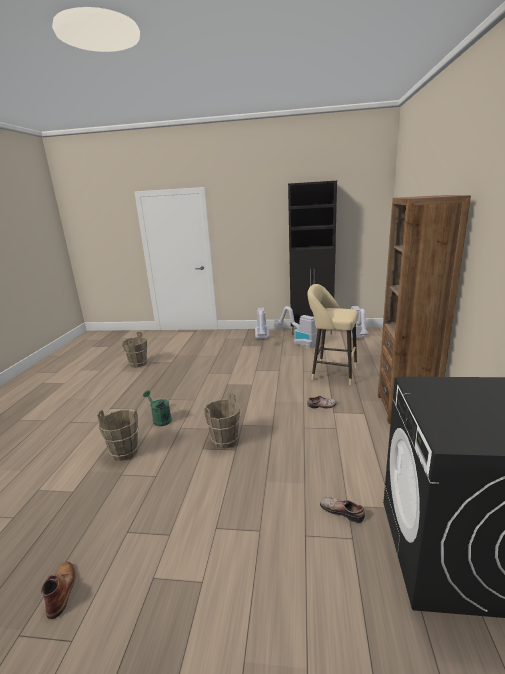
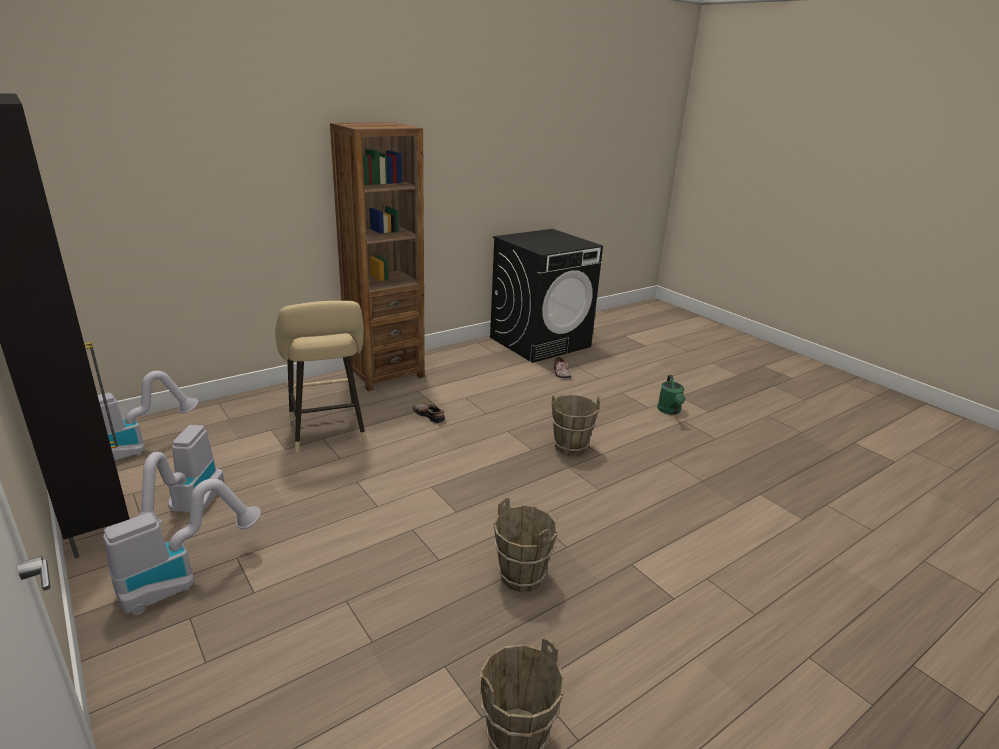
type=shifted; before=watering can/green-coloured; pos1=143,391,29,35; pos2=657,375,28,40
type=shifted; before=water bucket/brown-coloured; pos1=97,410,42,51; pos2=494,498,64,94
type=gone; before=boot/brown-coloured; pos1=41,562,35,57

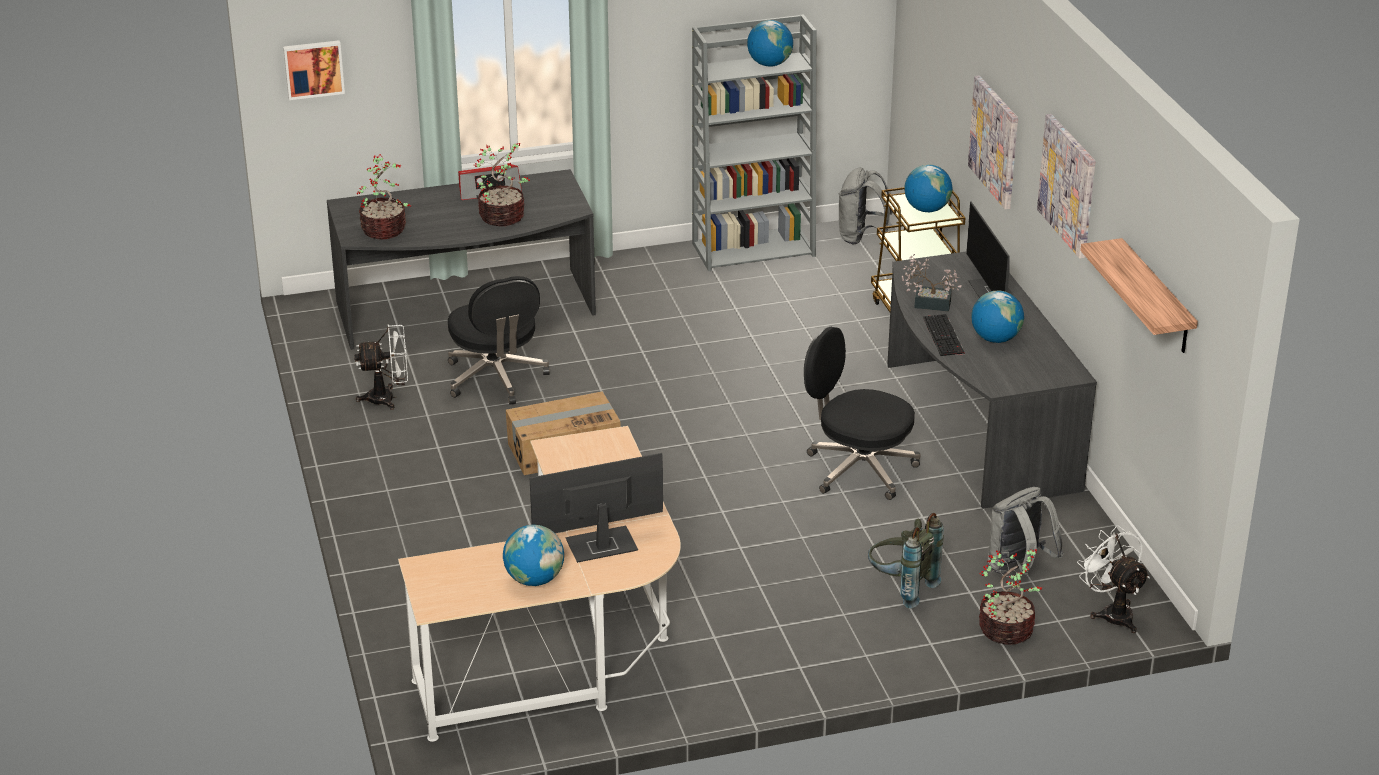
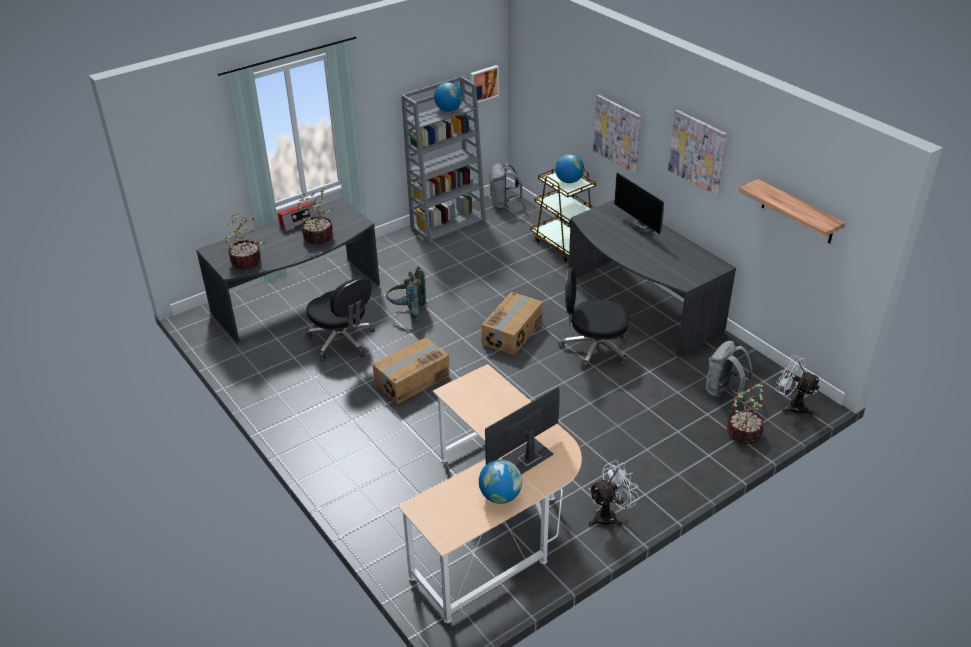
type=shifted; before=wall picture; pos1=283,40,62,60; pos2=470,65,29,39
type=gone; before=houseplant; pos1=902,254,60,58
type=gone; before=desk globe; pos1=971,290,53,53
type=gone; before=PC keyboard; pos1=923,314,42,42
type=shifted; before=electric fan/white-coloured; pos1=354,324,54,86; pos2=589,460,51,66
type=shifted; before=knapsack/greyish; pos1=868,513,76,95; pos2=386,267,41,54
type=new; after=carton; pos2=481,292,62,64

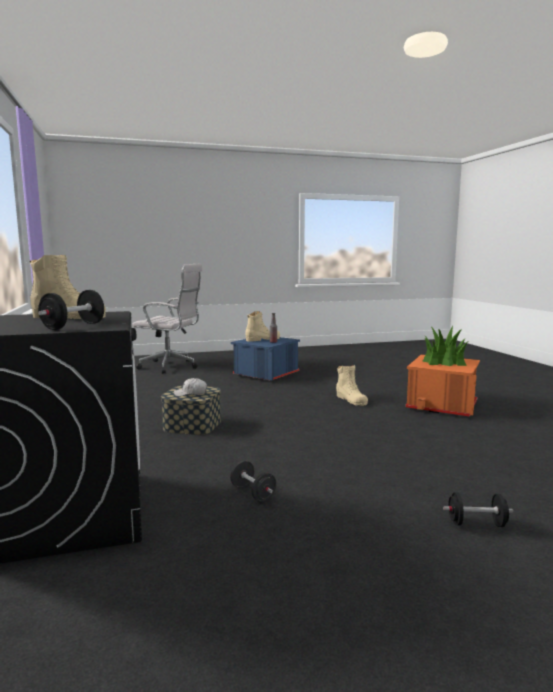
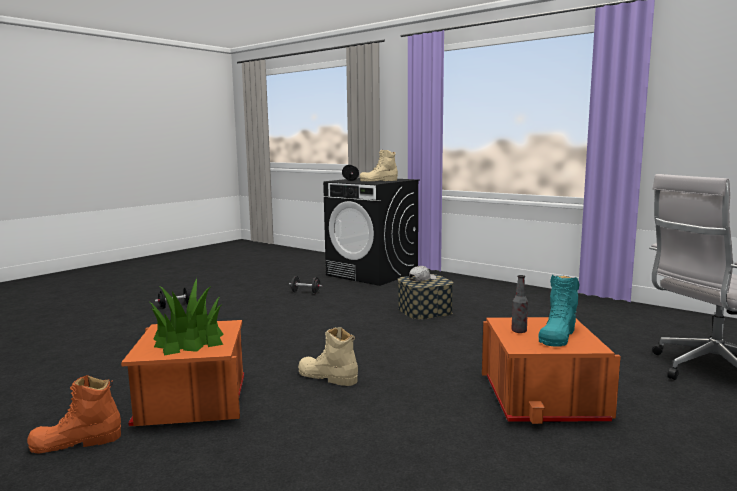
type=repainted; before=boot/beige; after=boot/turquoise; pos1=245,311,35,31; pos2=538,275,41,72
type=repainted; before=storage bin/blue; after=storage bin/orangey; pos1=231,337,69,44; pos2=482,317,139,107
type=new; after=boot/orangey; pos2=27,375,94,79

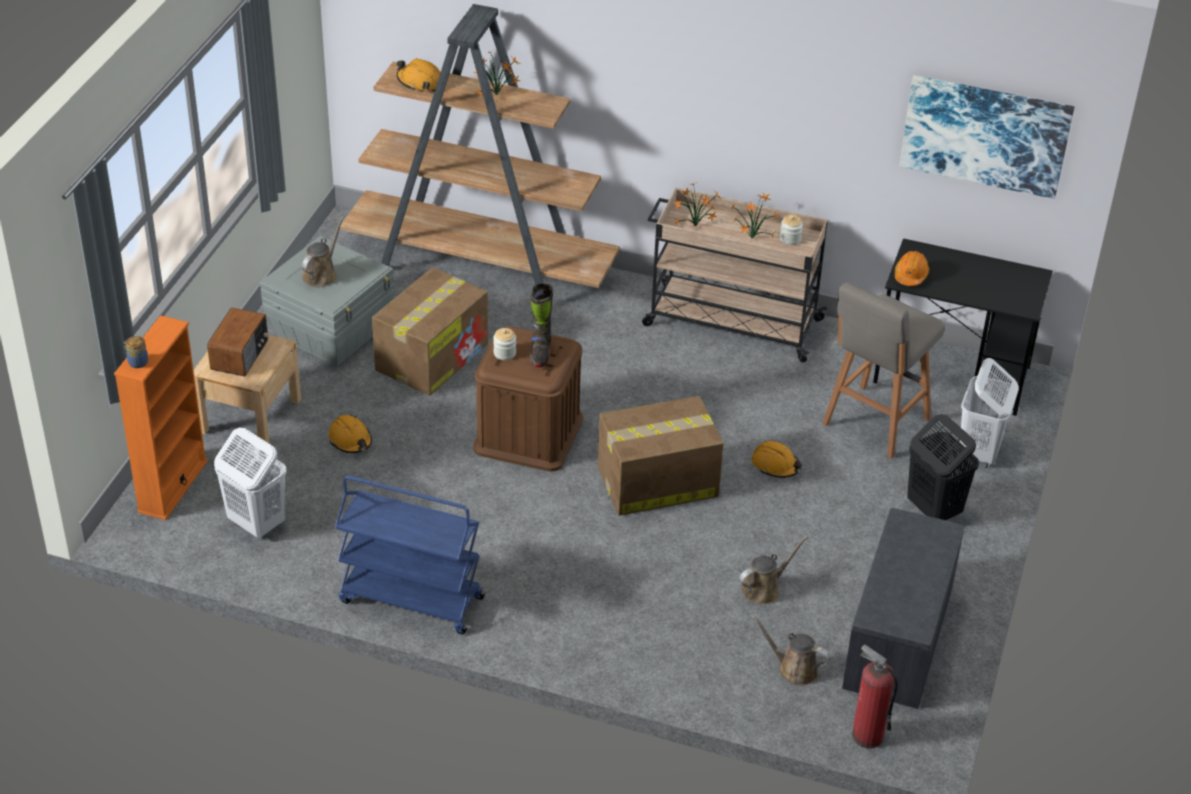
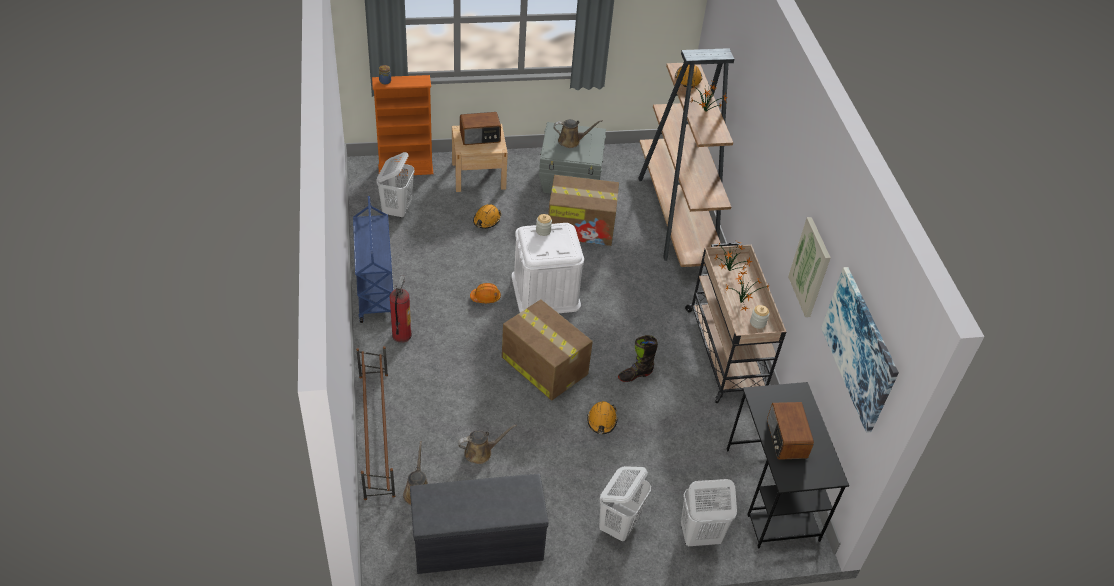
type=shifted; before=work helmet/orangey; pos1=895,251,34,35; pos2=470,283,31,20
type=shifted; before=boot/black-coloured; pos1=529,283,24,84; pos2=618,335,40,47
type=gone; before=stool seat/greyish; pos1=822,283,123,176
type=repainted; before=storage bin/brown-coloured; after=storage bin/white-coloured; pos1=473,326,110,145; pos2=512,223,72,90
type=repainted; before=washing basket/black-coloured; after=washing basket/white-coloured; pos1=907,414,72,106; pos2=599,466,52,75
type=rotated; before=watering can/brown-coloured; pos1=739,536,69,68; pos2=458,424,59,40; turn=-45
type=shifted; before=extinguisher; pos1=852,644,46,105; pos2=390,275,22,68
type=new; after=wall picture; pos2=788,217,43,100
type=new; after=shoe rack/brown-coloured; pos2=356,346,39,154
type=new; after=radio receiver; pos2=767,402,47,58

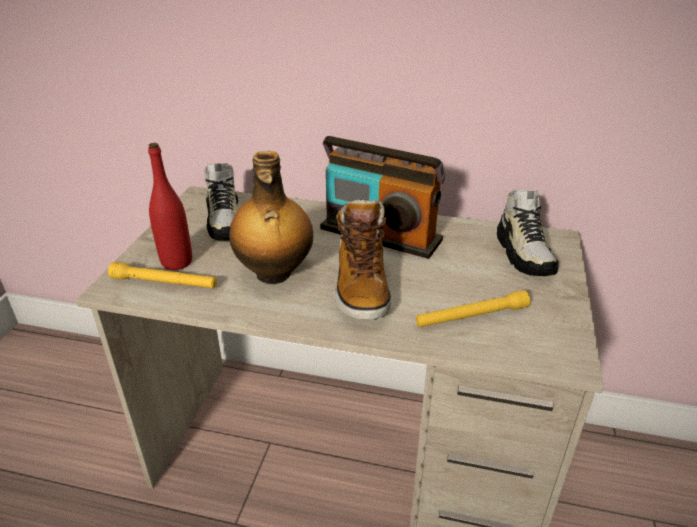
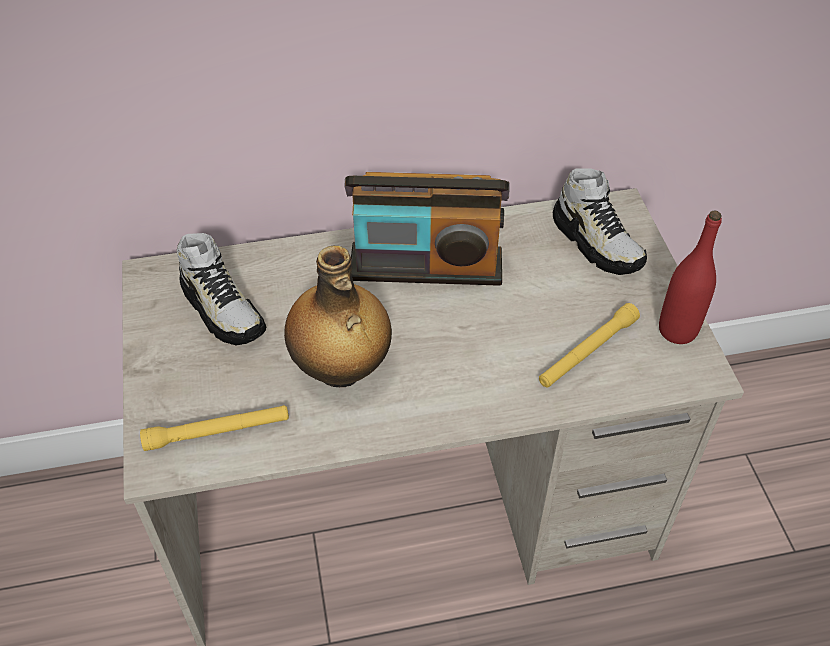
type=shifted; before=beverage bottle/red-coloured; pos1=148,143,44,127; pos2=659,211,63,133
type=gone; before=boot; pos1=335,199,56,121

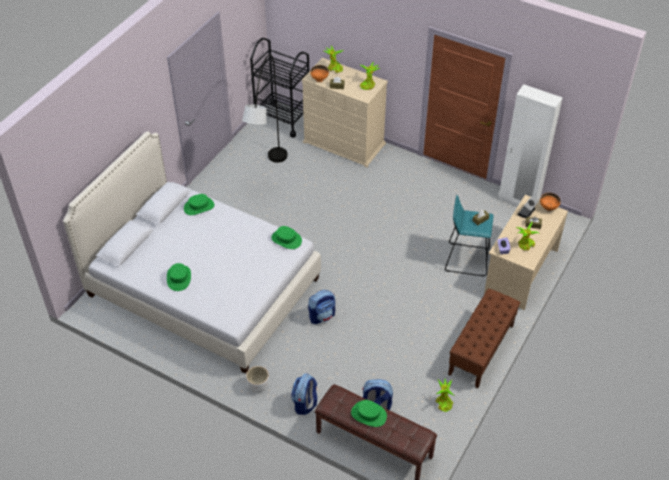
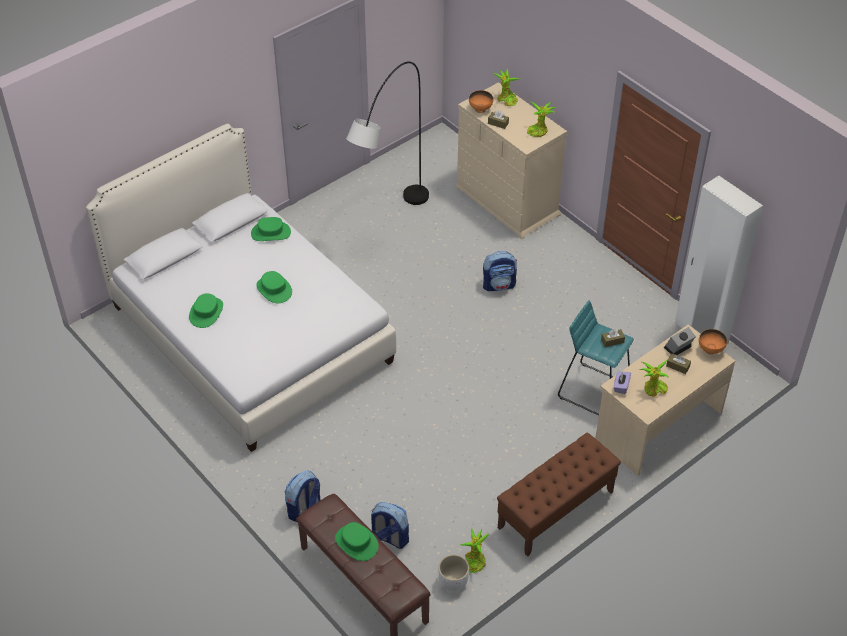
type=gone; before=trolley/black-coloured; pos1=250,38,59,100
type=shifted; before=clothing hat/green-coloured; pos1=271,226,31,23; pos2=256,271,36,32
type=shifted; before=knapsack; pos1=308,290,27,34; pos2=483,251,34,40
type=shifted; before=planter/white-coloured; pos1=246,366,23,27; pos2=438,555,31,36

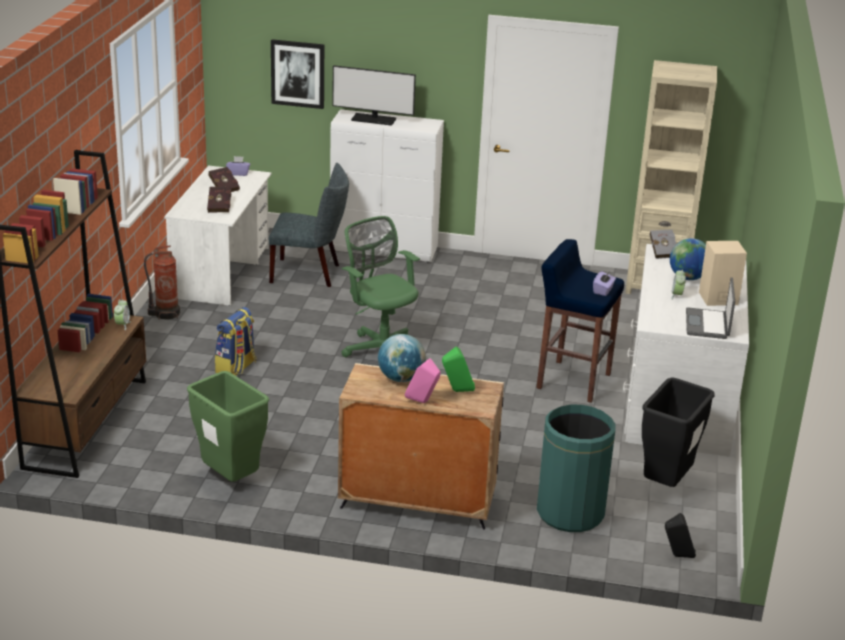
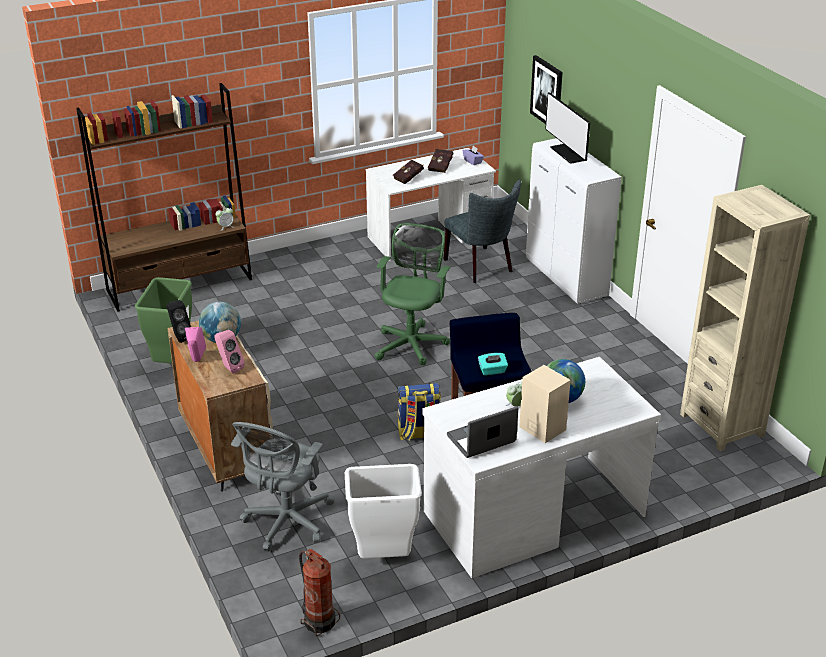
type=gone; before=volume/greyish; pos1=649,229,27,30
type=shifted; before=extinguisher; pos1=144,246,36,73; pos2=299,549,41,87
type=repainted; before=tissue box/purplish; after=tissue box/turquoise; pos1=593,271,23,25; pos2=478,353,30,22
type=shifted; before=knapsack; pos1=215,307,42,69; pos2=398,383,43,57
type=repainted; before=speaker/green-coloured; after=speaker/pinkish; pos1=442,347,33,45; pos2=214,330,31,44
type=repainted; before=rubbish bin/black-coloured; after=rubbish bin/white-coloured; pos1=642,377,73,110; pos2=345,464,77,95
type=swapped; before=rubbish bin/green-coloured; after=office chair/greyish; pos1=537,405,79,127; pos2=231,422,103,130
type=shifted; before=speaker/black-coloured; pos1=665,513,31,45; pos2=167,300,24,43

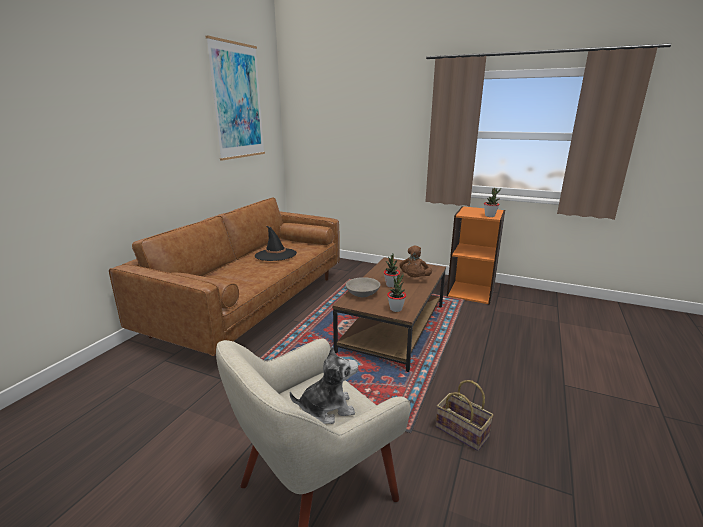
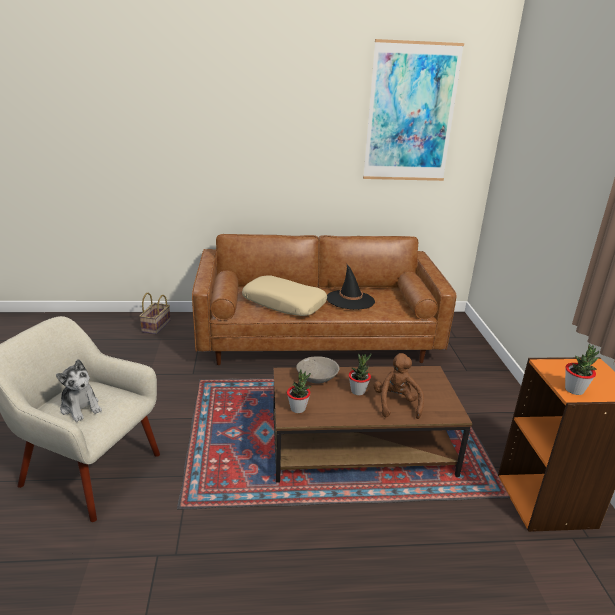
type=rotated; before=plush toy/brown-coloured; pos1=399,246,33,31; pos2=373,353,51,66; turn=105
type=shifted; before=household basket; pos1=436,380,58,71; pos2=139,293,32,41
type=new; after=pillow/beige; pos2=242,275,85,41

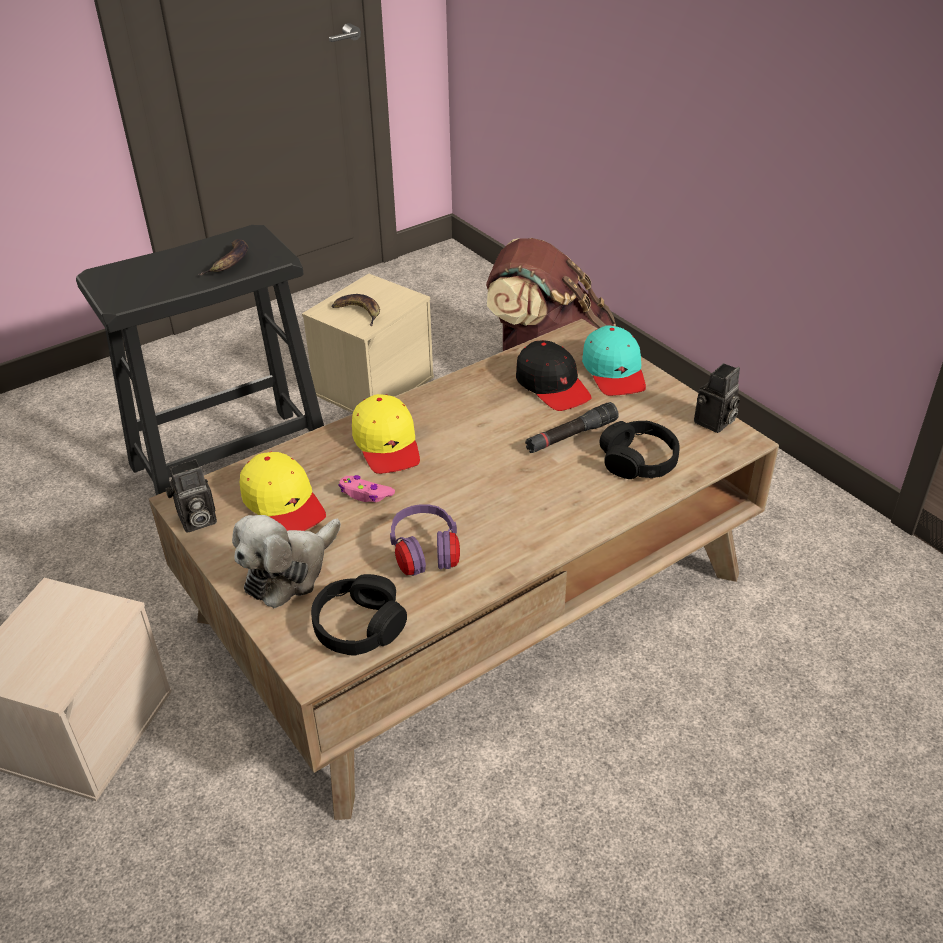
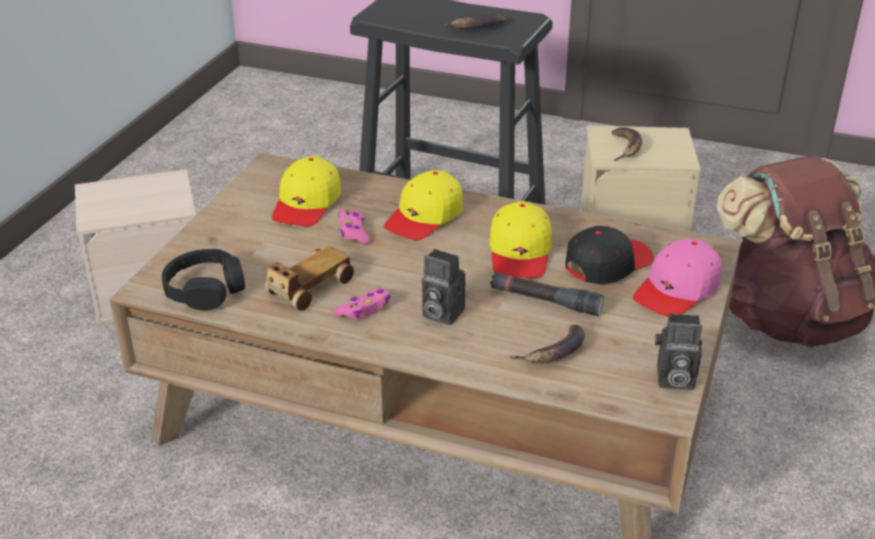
type=repainted; before=baseball cap/turquoise; after=baseball cap/pinkish; pos1=582,325,64,71; pos2=633,239,89,78
type=rotated; before=baseball cap/black-coloured; pos1=516,340,76,71; pos2=565,226,89,58; turn=-150
type=swapped; before=pair of headphones/black-coloured; after=banana fruit; pos1=600,421,80,58; pos2=510,325,75,38
type=shifted; before=still camera; pos1=165,459,52,74; pos2=422,249,44,76
type=swapped; before=pair of headphones/purplish; after=toy car; pos1=390,504,70,72; pos2=265,246,89,65
type=gone; before=plush toy; pos1=232,515,109,93
type=new; after=baseball cap/yellow-coloured; pos2=490,201,62,77
type=new; after=game controller/pinkish; pos2=334,289,57,30

